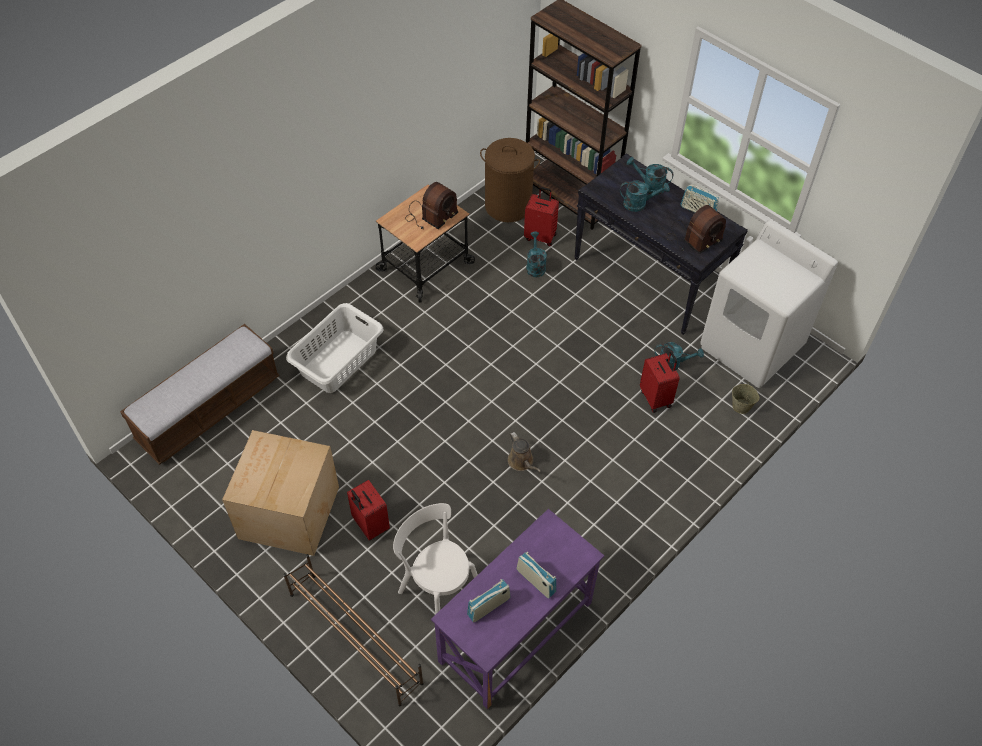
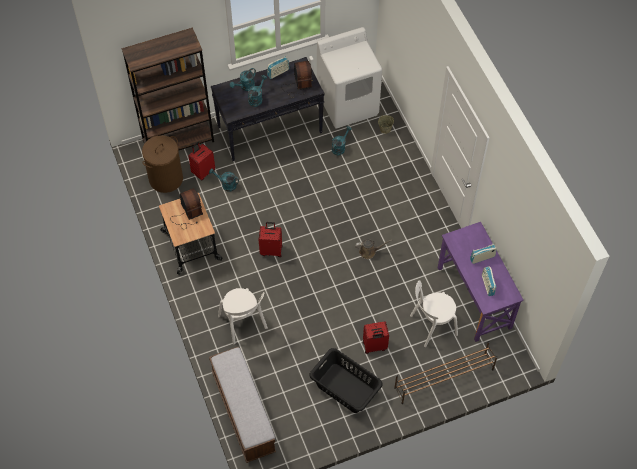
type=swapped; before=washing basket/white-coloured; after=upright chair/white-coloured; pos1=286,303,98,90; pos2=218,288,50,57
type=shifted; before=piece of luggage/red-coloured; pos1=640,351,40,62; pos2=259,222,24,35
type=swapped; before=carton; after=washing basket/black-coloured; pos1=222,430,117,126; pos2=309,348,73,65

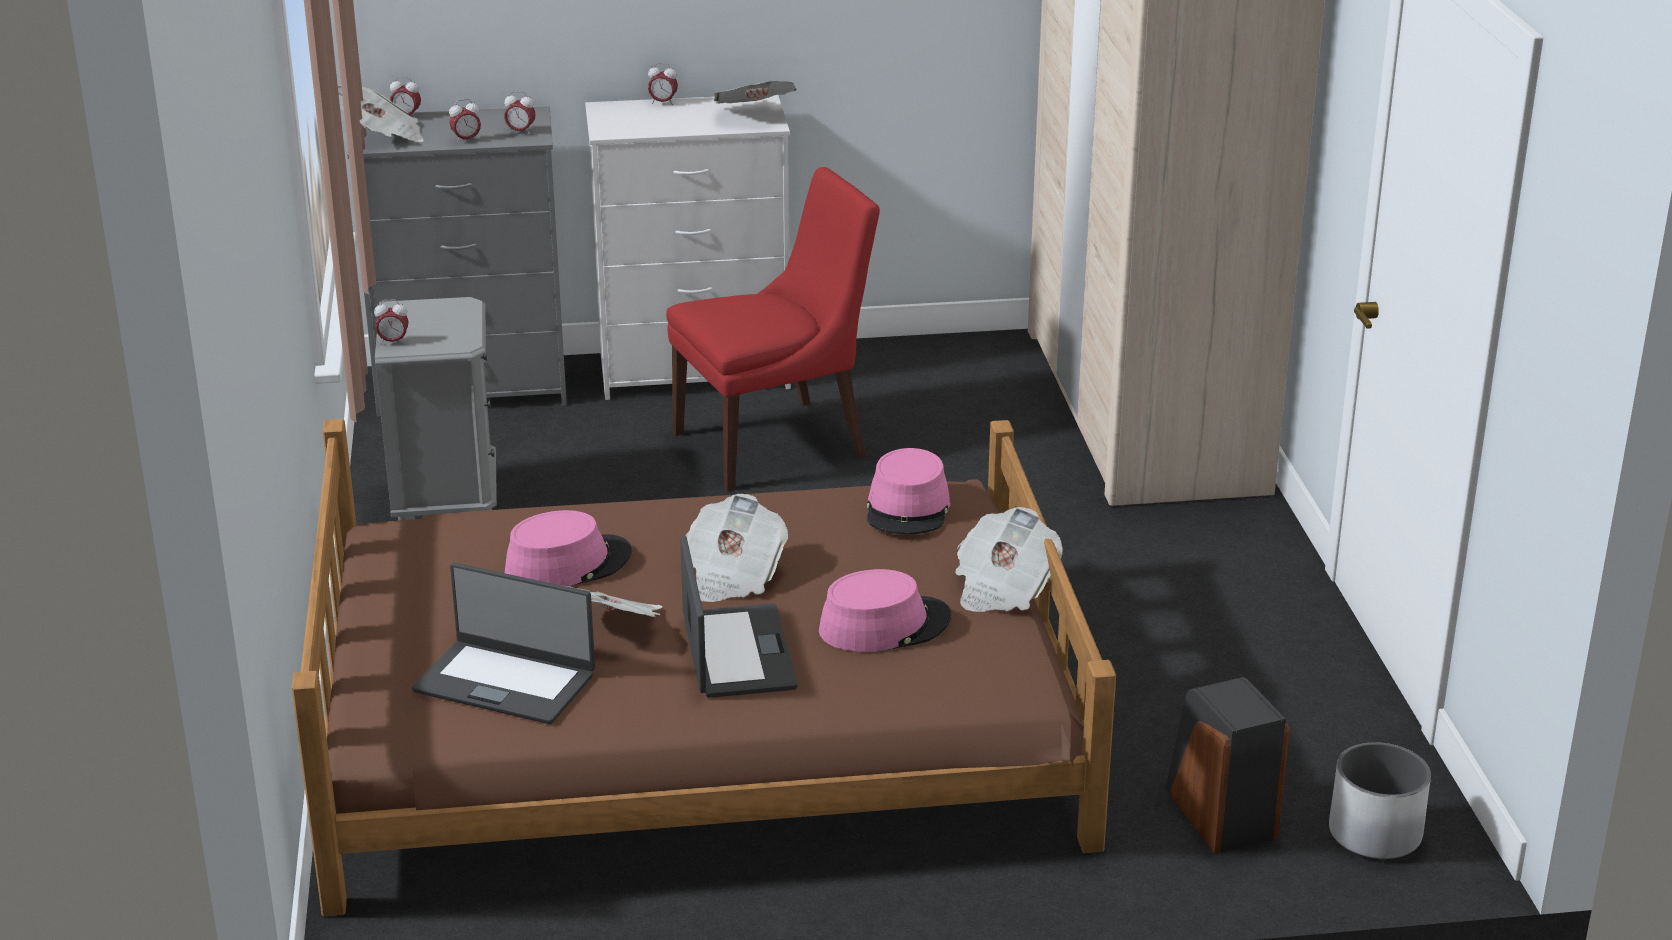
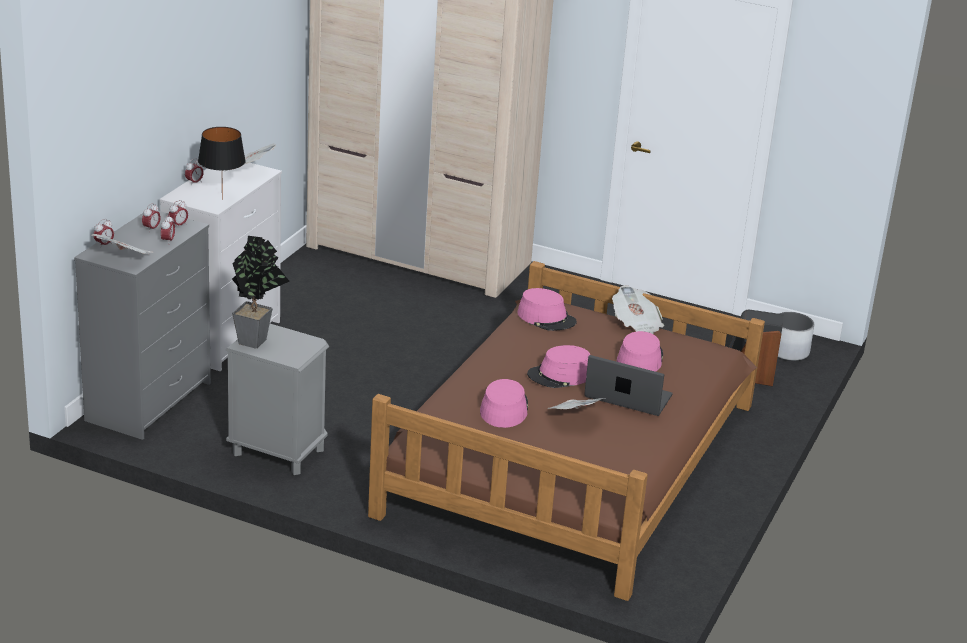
type=gone; before=upright chair/red-coloured; pos1=666,167,214,324
type=shifted; before=table clock; pos1=374,300,35,45; pos2=142,203,19,27
type=swapped; before=printed paper; after=clothing hat/pinkish; pos1=686,494,102,108; pos2=527,345,63,43
type=gone; before=laptop; pos1=412,563,183,161
type=new; after=lamp for a table/black-coloured; pos2=198,127,48,73
type=new; after=houseplant; pos2=232,236,58,113

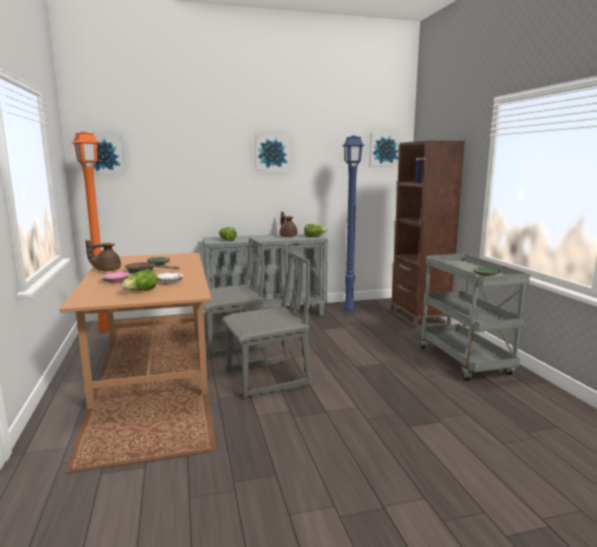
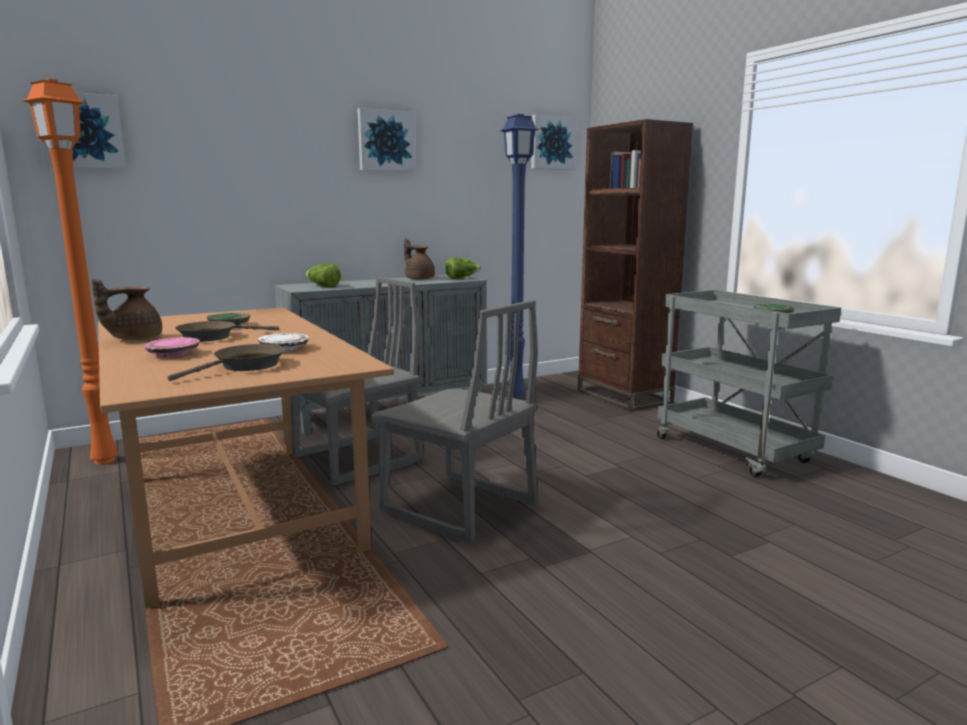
type=rotated; before=upright chair/greyish; pos1=222,252,89,145; pos2=371,300,167,243; turn=75
type=swapped; before=lettuce; after=pan/brown-coloured; pos1=121,269,36,22; pos2=167,344,118,37

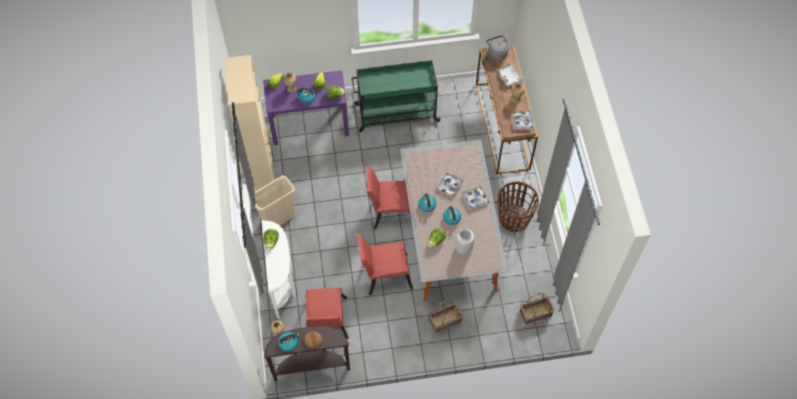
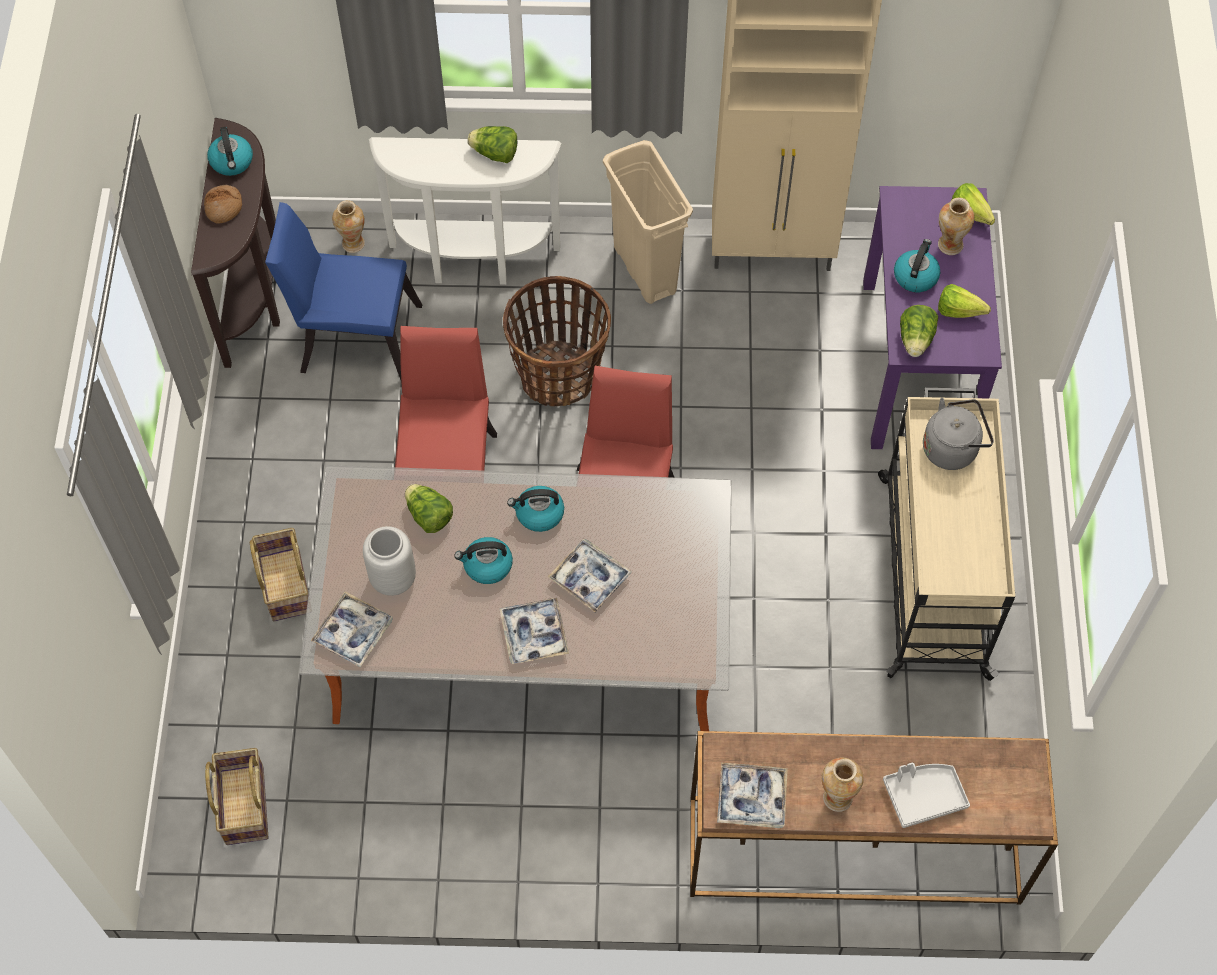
type=shifted; before=water kettle/greyish; pos1=486,35,22,26; pos2=923,398,71,72
type=repainted; before=trolley/green-coloured; after=trolley/beige; pos1=351,60,90,72; pos2=878,387,137,294
type=shifted; before=household basket; pos1=497,181,42,51; pos2=503,276,108,131
type=repainted; before=upright chair/red-coloured; after=upright chair/blue; pos1=306,288,43,51; pos2=265,202,157,178
type=new; after=carrying tray; pos2=311,591,82,77

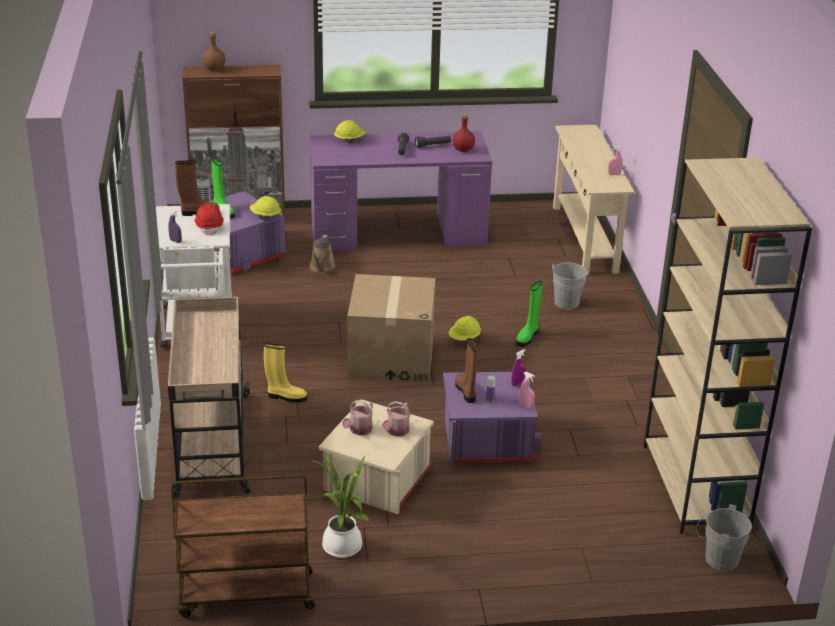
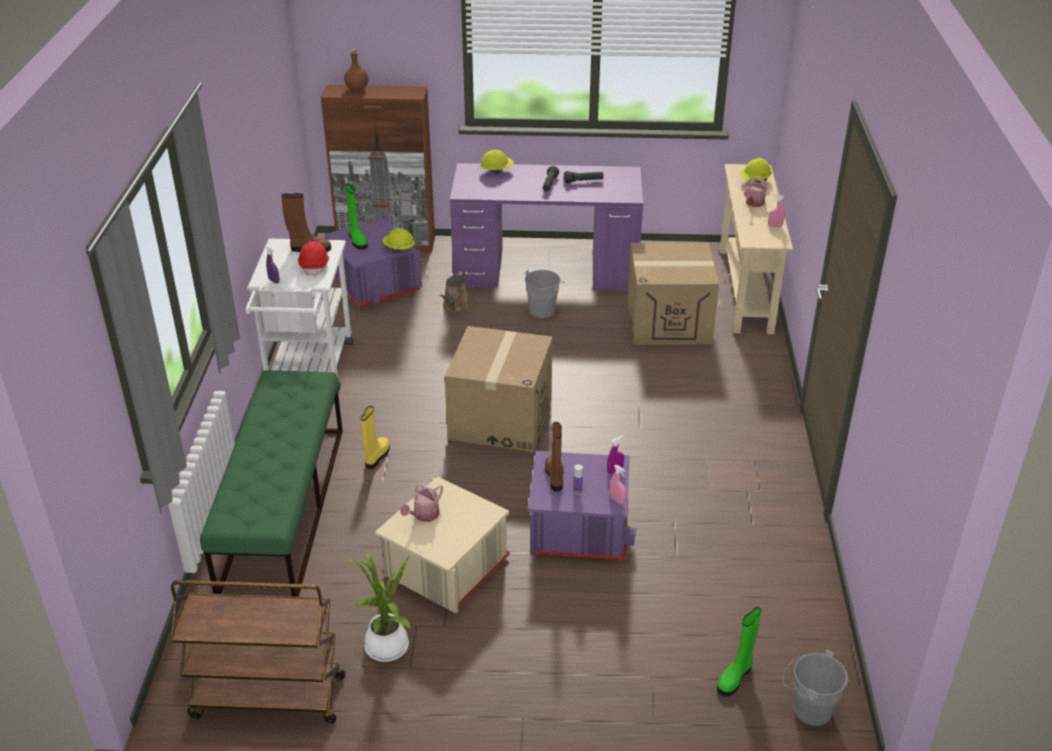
type=gone; before=beverage bottle/red-coloured; pos1=453,114,22,38
type=gone; before=bookcase/beige; pos1=644,158,168,376
type=shifted; before=water bucket/greyish; pos1=552,263,37,46; pos2=525,270,40,48
type=shifted; before=boot/green-coloured; pos1=516,281,26,66; pos2=717,607,44,90
type=swapped; before=trolley/beige; after=bench/green-coloured; pos1=168,297,83,201; pos2=200,370,143,227
type=shifted; before=work helmet/yellow-coloured; pos1=449,316,32,25; pos2=740,158,32,25
type=rotated; before=boot/yellow-coloured; pos1=264,343,43,60; pos2=360,406,30,63; turn=-90
type=shifted; before=watering can; pos1=382,401,28,36; pos2=744,176,24,31
type=new; after=carton; pos2=627,243,92,102

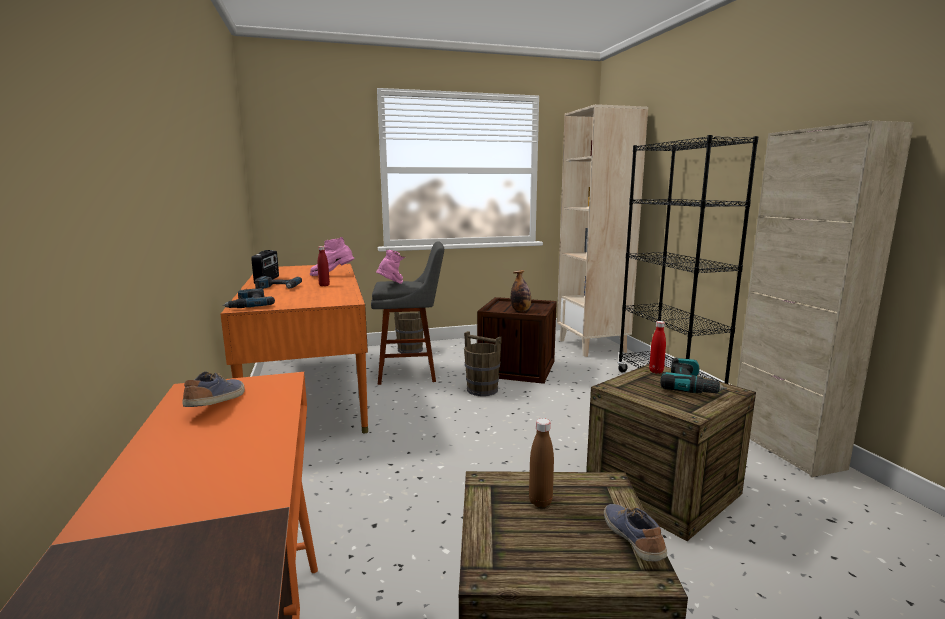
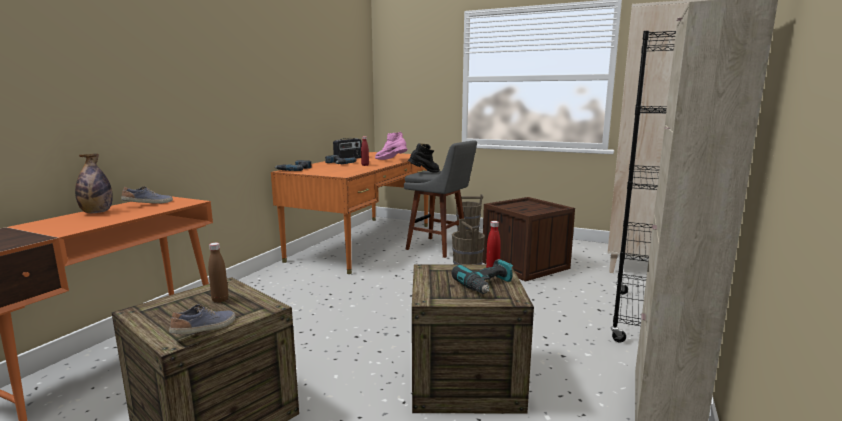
type=repainted; before=boot/pinkish; after=boot/black-coloured; pos1=376,250,29,34; pos2=408,143,31,30
type=shifted; before=beverage bottle; pos1=511,270,20,41; pos2=75,154,38,59

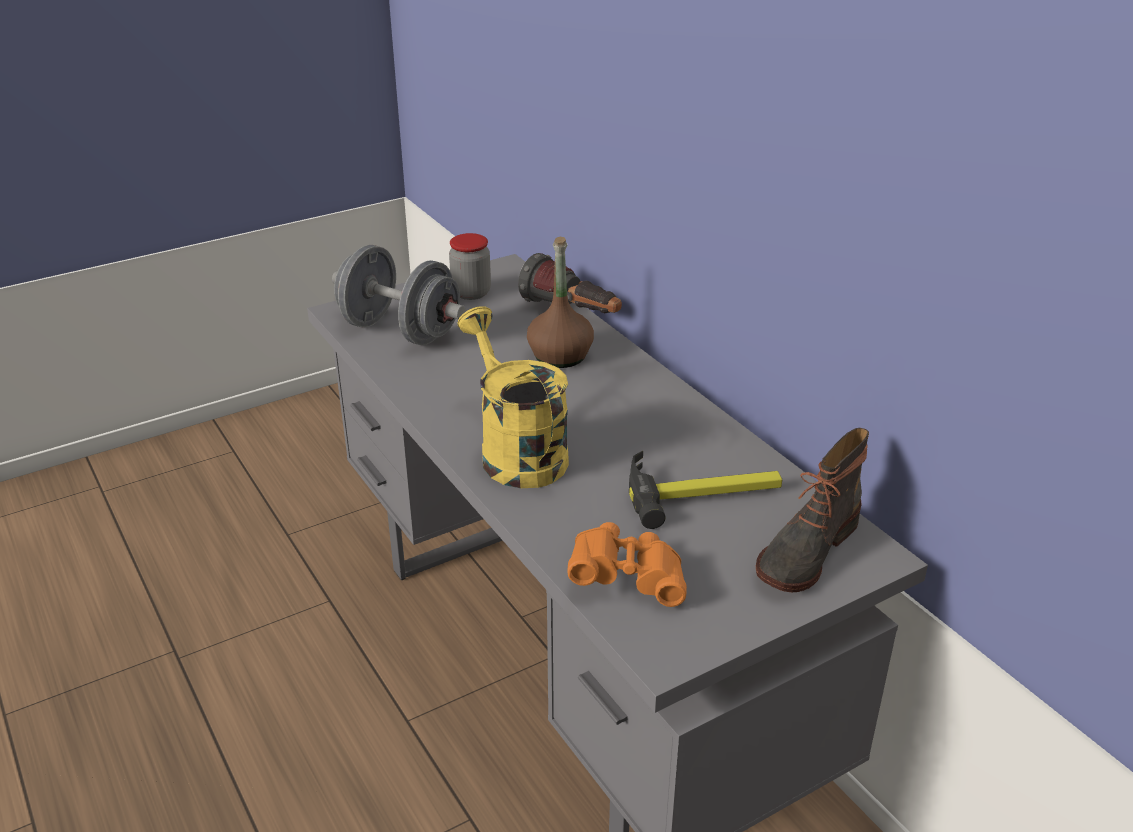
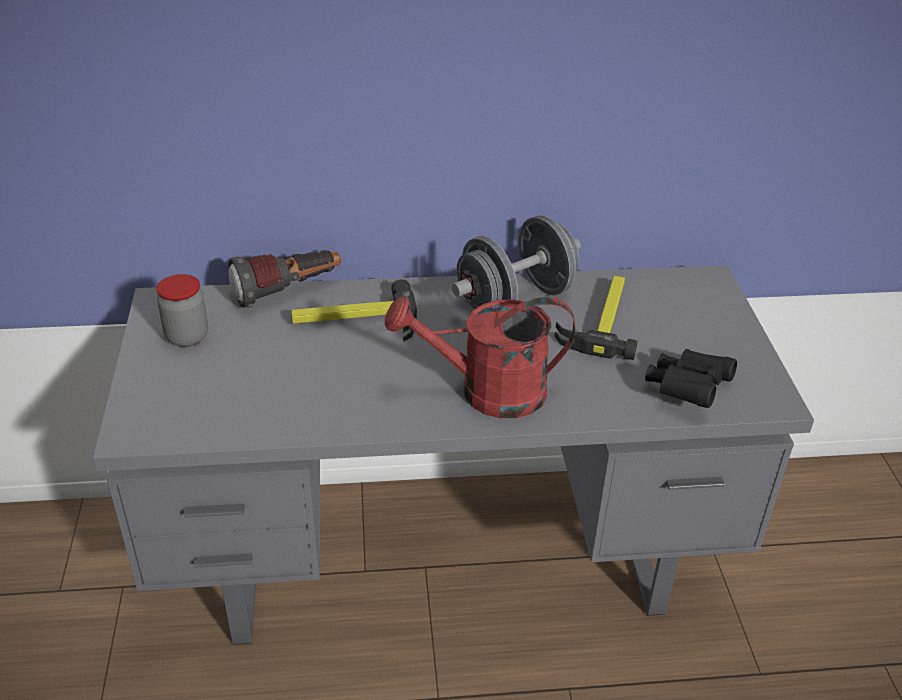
type=swapped; before=beverage bottle/brown-coloured; after=hammer; pos1=527,237,67,131; pos2=291,279,126,63
type=shifted; before=free weight/greyish; pos1=332,245,134,100; pos2=452,215,129,94
type=repainted; before=watering can/yellow-coloured; after=watering can/red-coloured; pos1=458,306,111,182; pos2=385,296,191,122
type=gone; before=boot; pos1=756,428,113,164
type=repainted; before=binoculars/orangey; after=binoculars/black-coloured; pos1=567,522,120,85; pos2=645,349,92,59

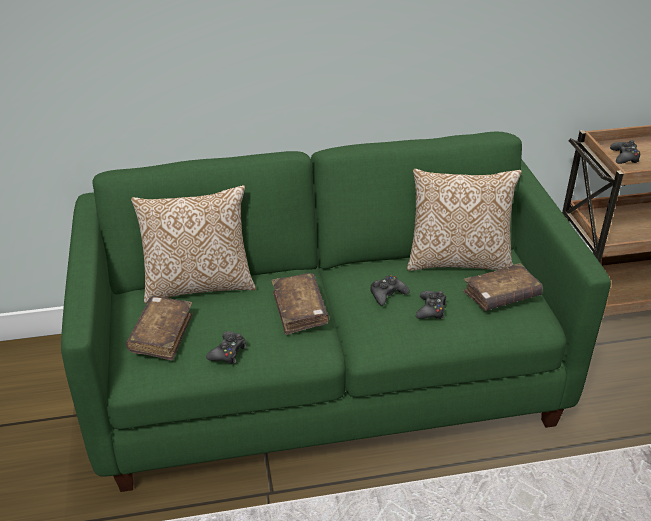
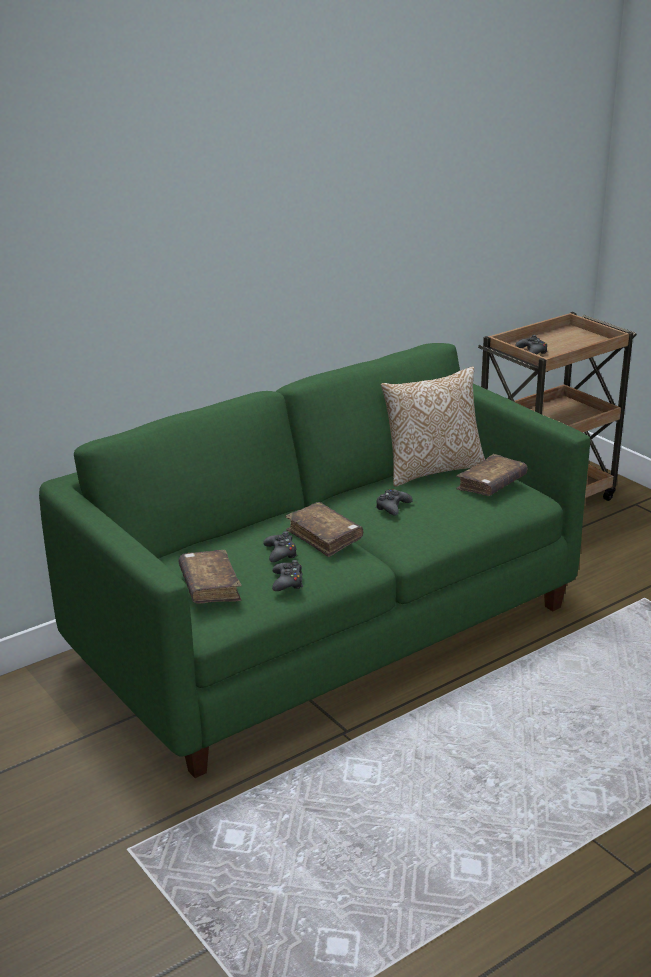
type=gone; before=pillow; pos1=131,185,125,119
type=shifted; before=game controller/black-coloured; pos1=416,291,30,28; pos2=263,531,34,31

